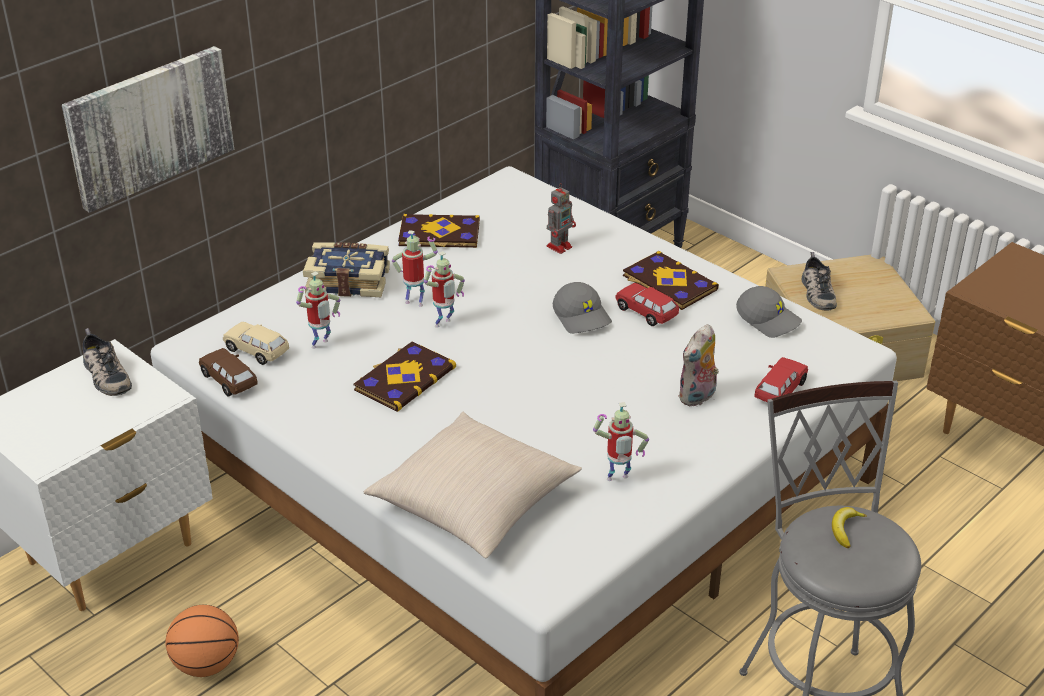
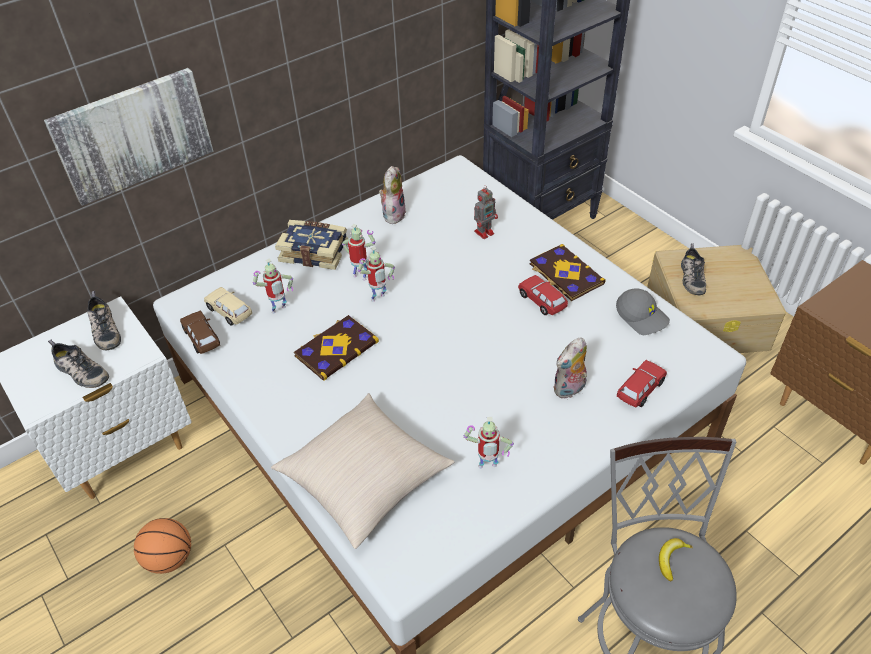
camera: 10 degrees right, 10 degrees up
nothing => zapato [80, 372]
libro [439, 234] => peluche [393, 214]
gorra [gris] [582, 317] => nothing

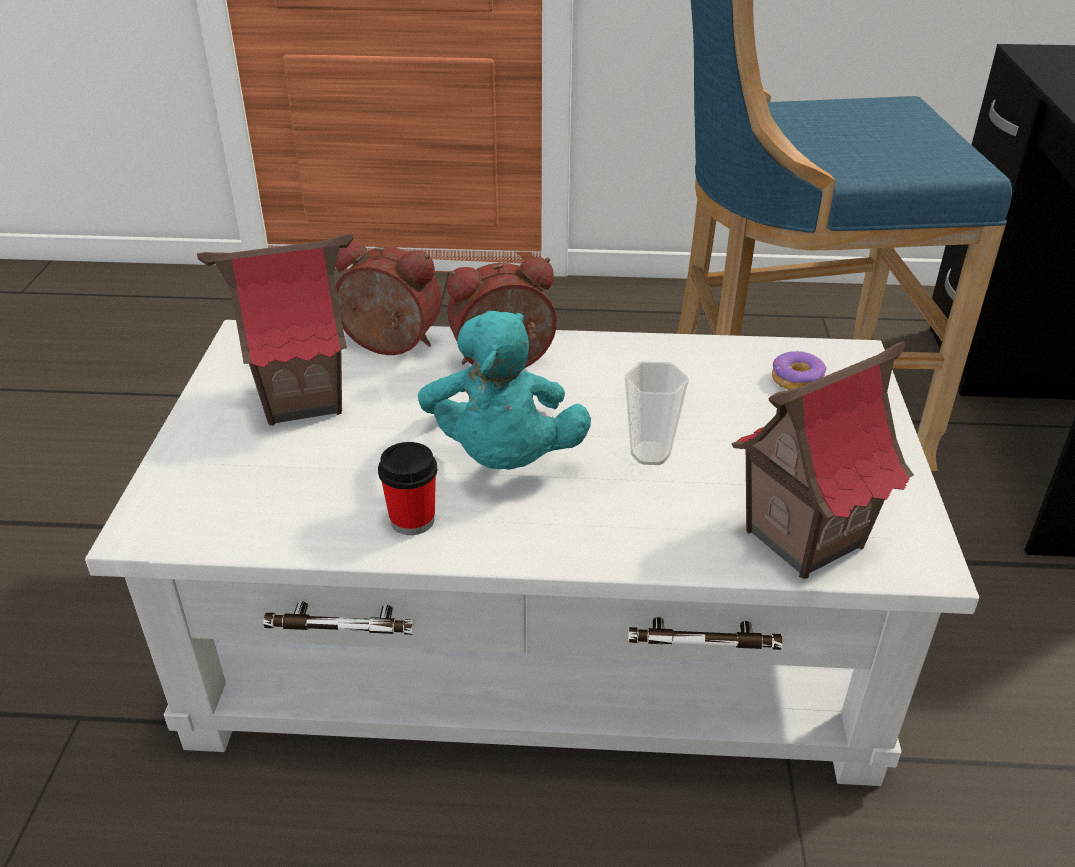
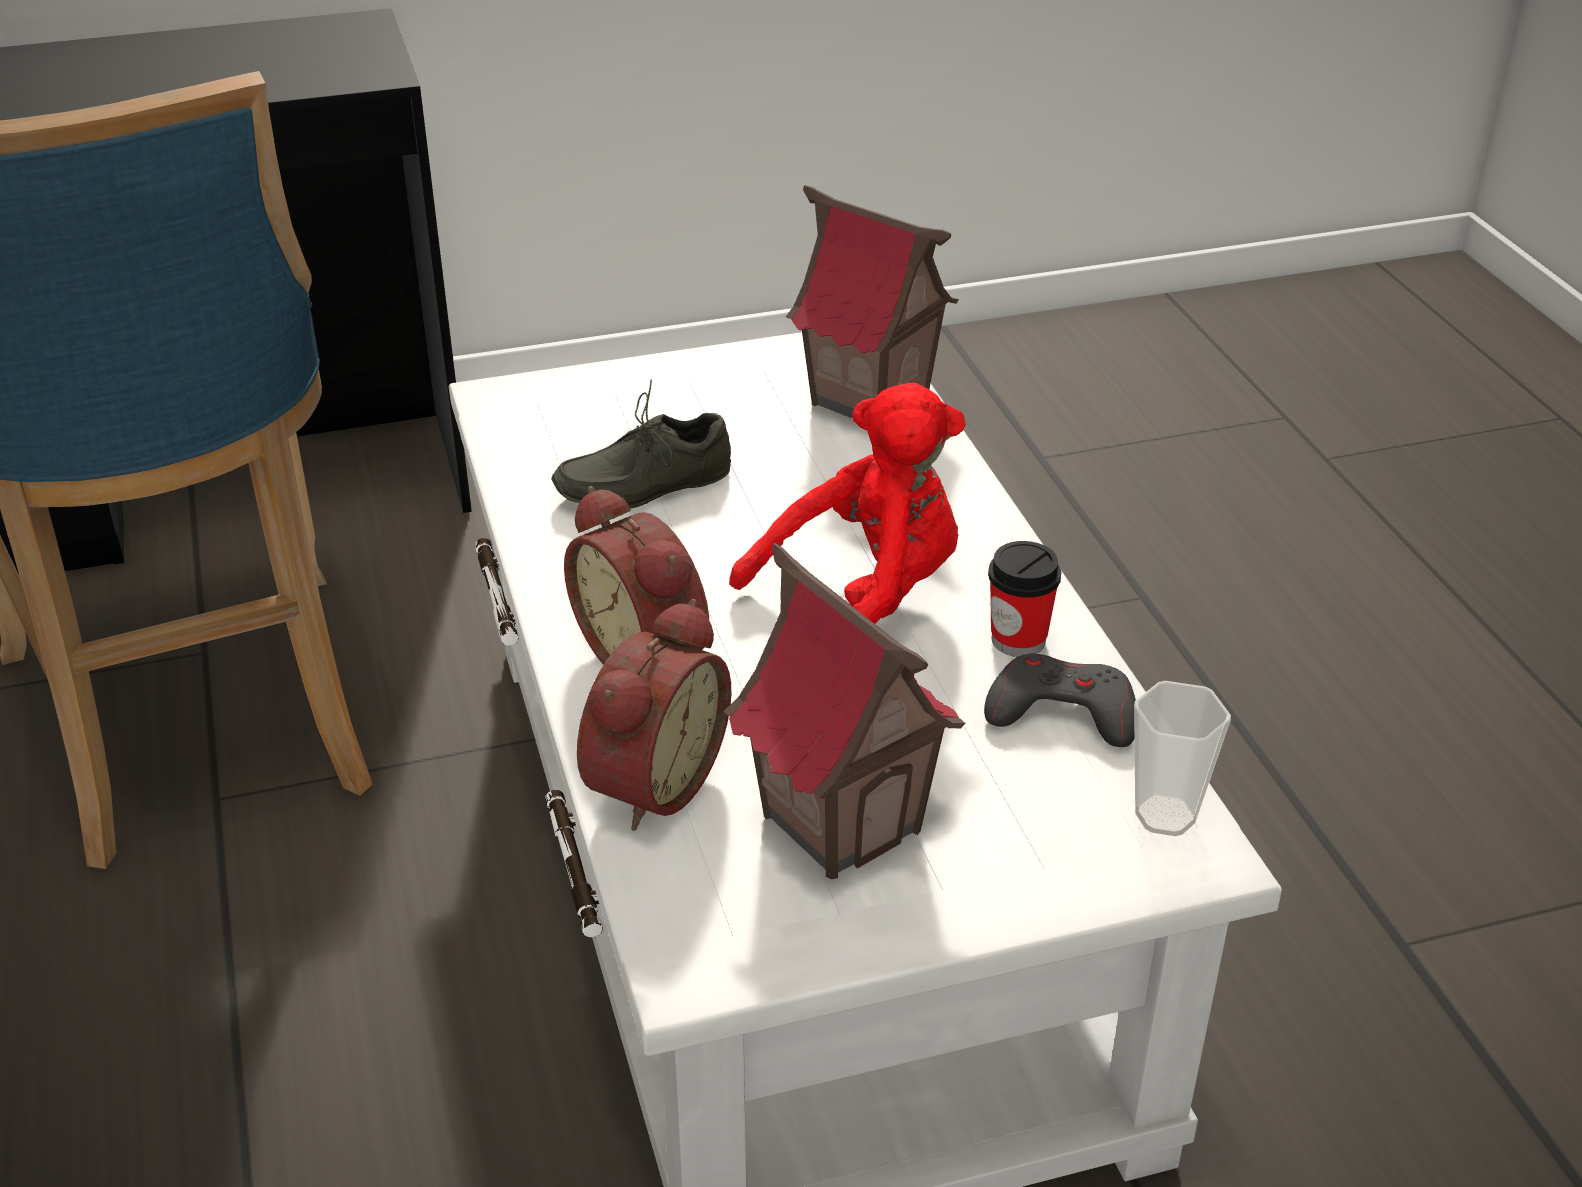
camera: 110 degrees left, 0 degrees up
nothing => zapato [gris] [641, 482]
despertador [389, 346] => despertador [649, 782], 150 degrees counterclockwise
peluche [turquesa] [503, 458] => peluche [rojo] [862, 603]
nothing => mando de consola [gris] [1062, 711]
taza [650, 454] => taza [1165, 816], shifted
rosquilla [797, 380] => nothing

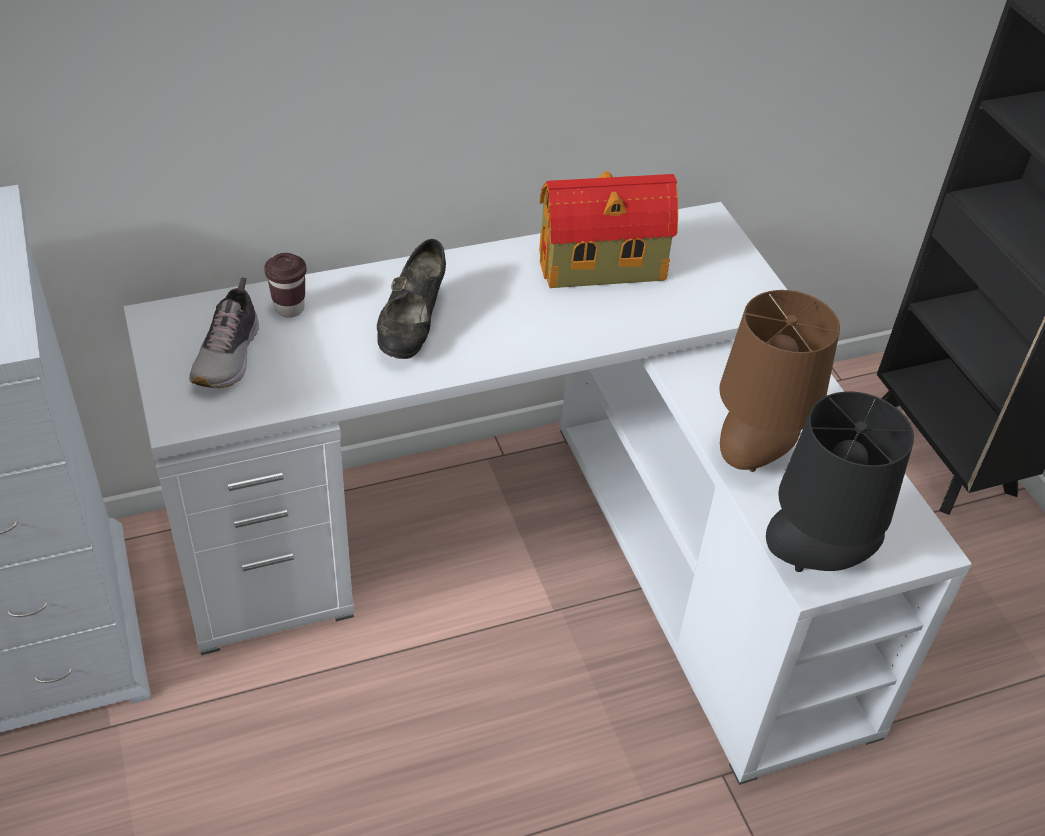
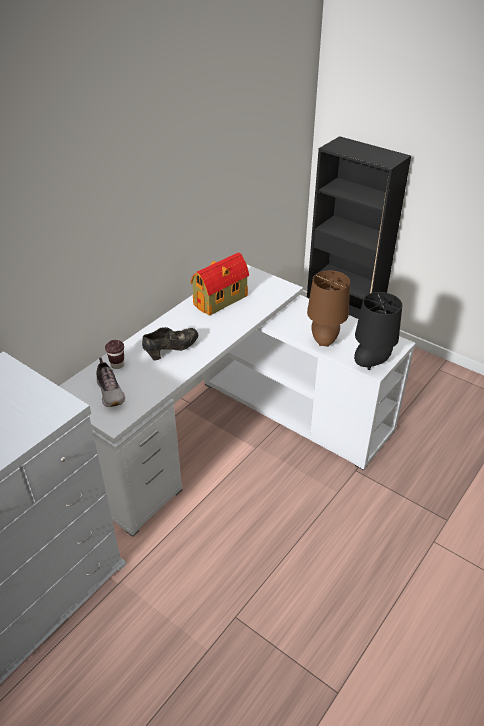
camera: 30 degrees left, 5 degrees down
zapato [negro] [412, 326] => zapato [negro] [172, 350], 105 degrees counterclockwise

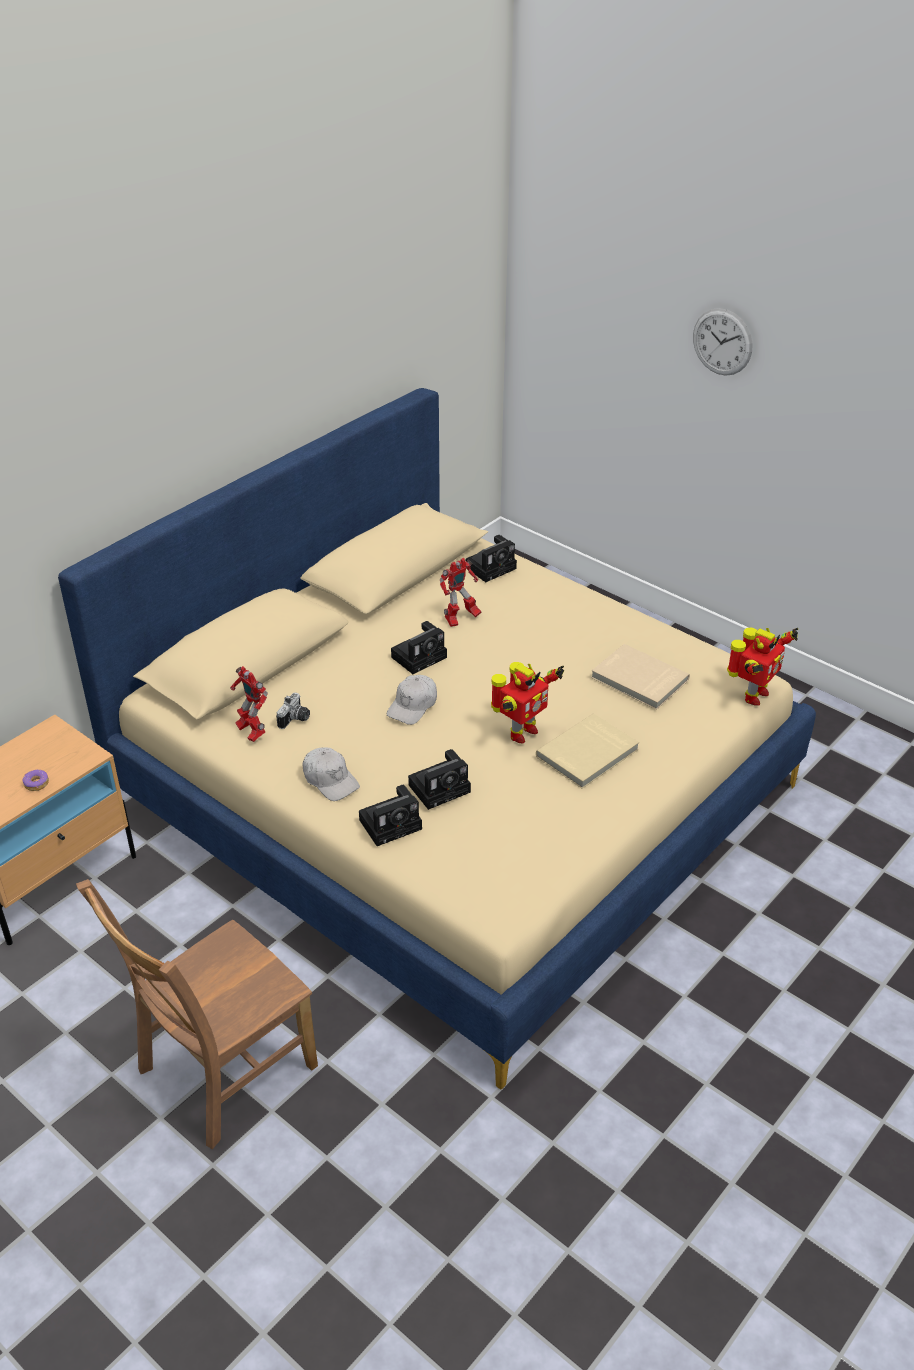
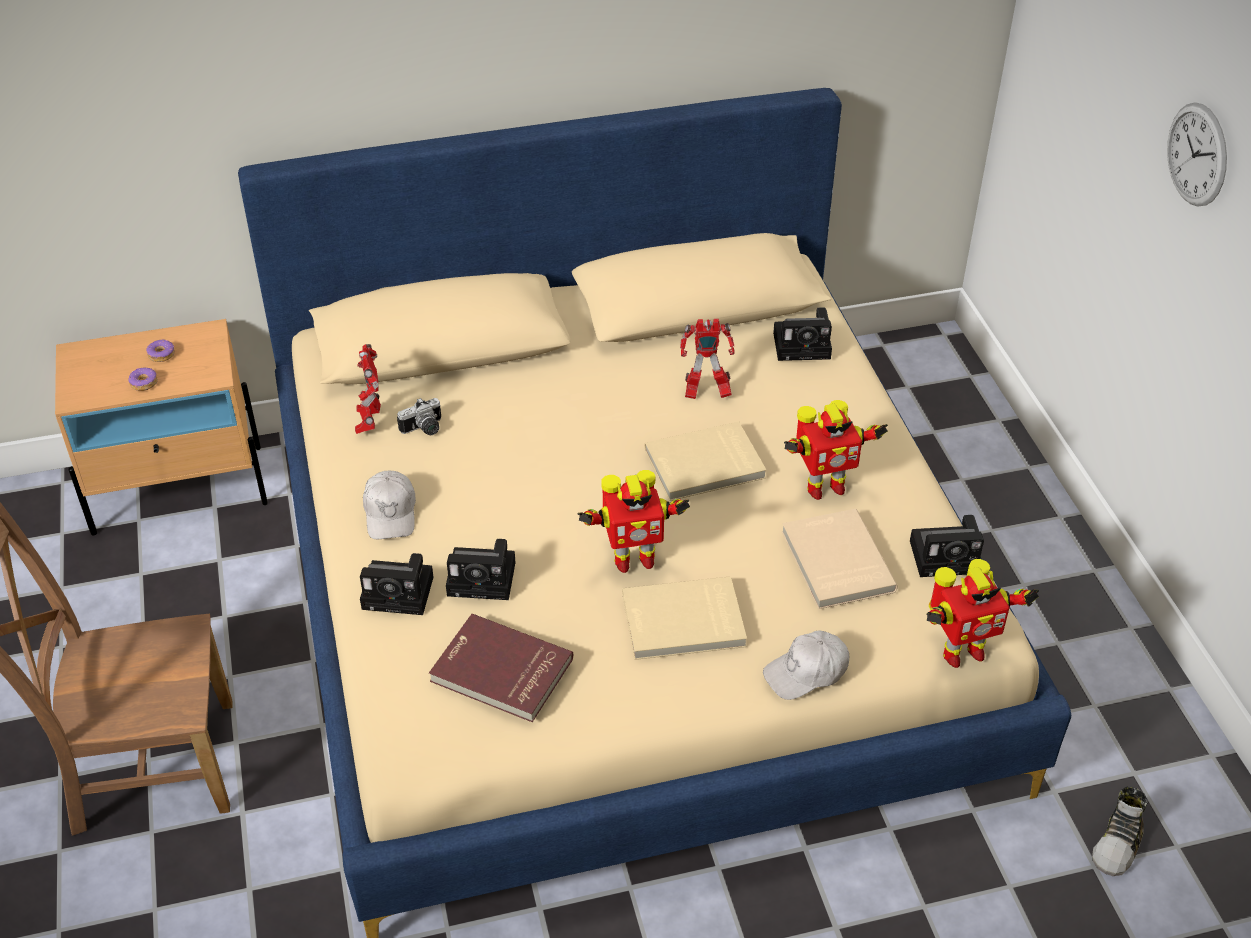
camera: 35 degrees right, 5 degrees up
nothing => rosquilla [161, 354]
nothing => libro [rojo] [500, 672]
nothing => libro [beis] [705, 466]
gorra [blanco] [413, 706] => gorra [blanco] [806, 672], shifted
nothing => robot de juguete [823, 487]
cámara [420, 656] => cámara [947, 556], shifted
nothing => zapato [1118, 844]

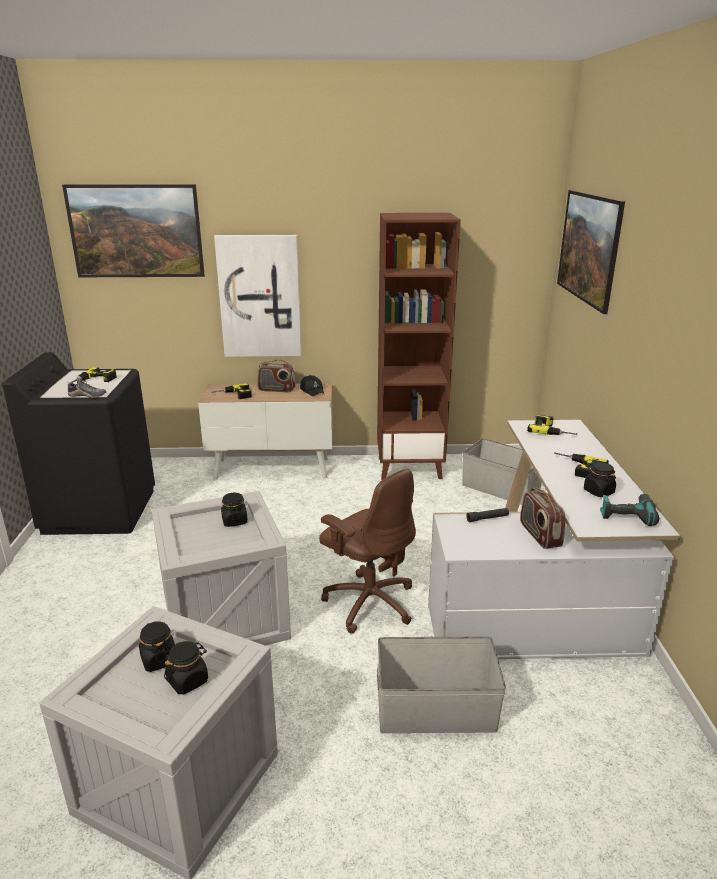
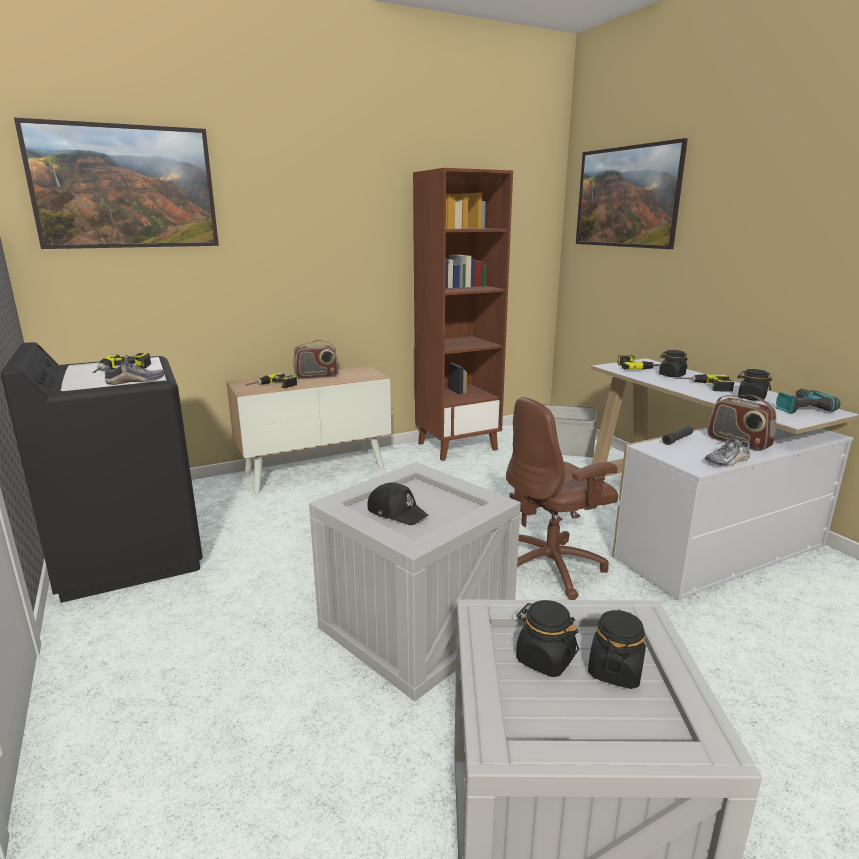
camera: 25 degrees left, 5 degrees down
gorra [negro] [312, 390] => gorra [negro] [397, 512], shifted
silla de oficina [marrón] [369, 602] => silla de oficina [marrón] [552, 568], 135 degrees clockwise
tarro [negro] [234, 521] => tarro [negro] [671, 375], shifted
nothing => zapato [727, 461]
cuadro [260, 297] => nothing
caja de almacenaje [gris] [436, 711] => nothing

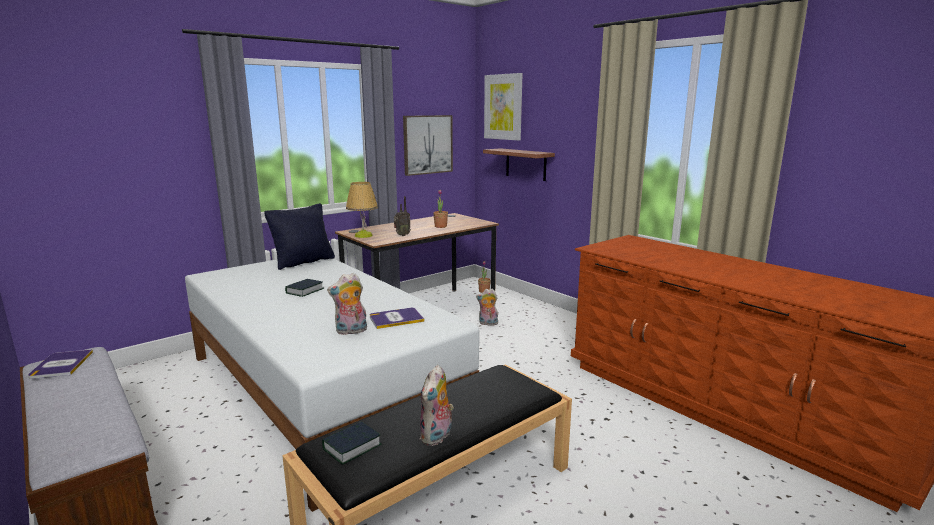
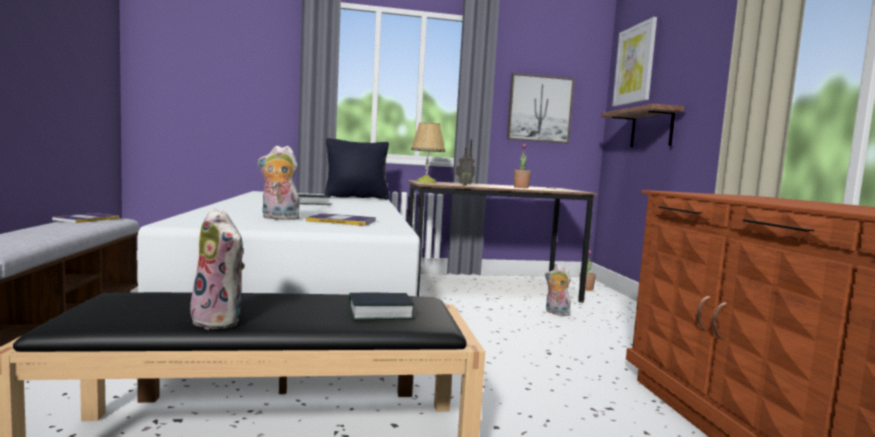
camera: 30 degrees right, 10 degrees down
peluche [437, 437] => peluche [221, 321], 105 degrees counterclockwise
libro [352, 447] => libro [380, 313], shifted

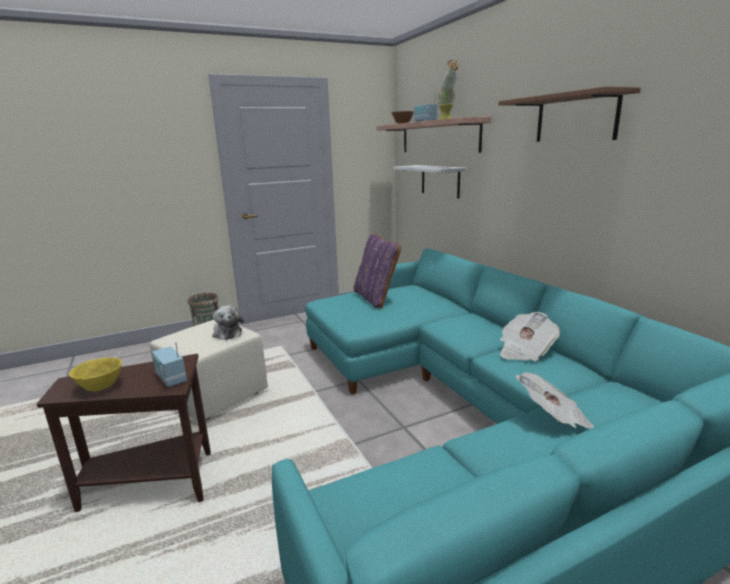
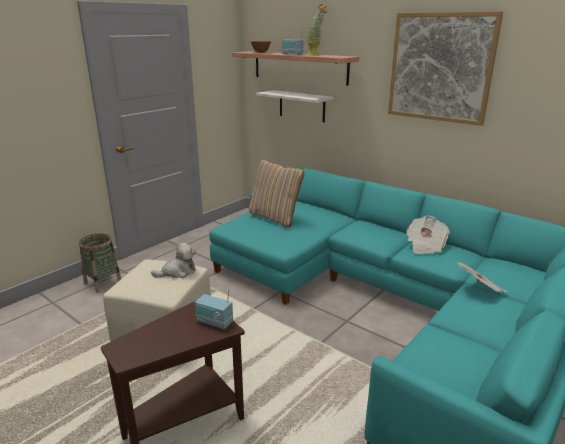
camera: 25 degrees left, 5 degrees up
peluche [227, 333] => peluche [178, 272], 60 degrees counterclockwise
cojín [morado] [376, 298] => cojín [beis] [275, 217]
estante [marrón] [576, 118] => cuadro [440, 67]
cuenco [amarillo] [101, 387] => nothing

